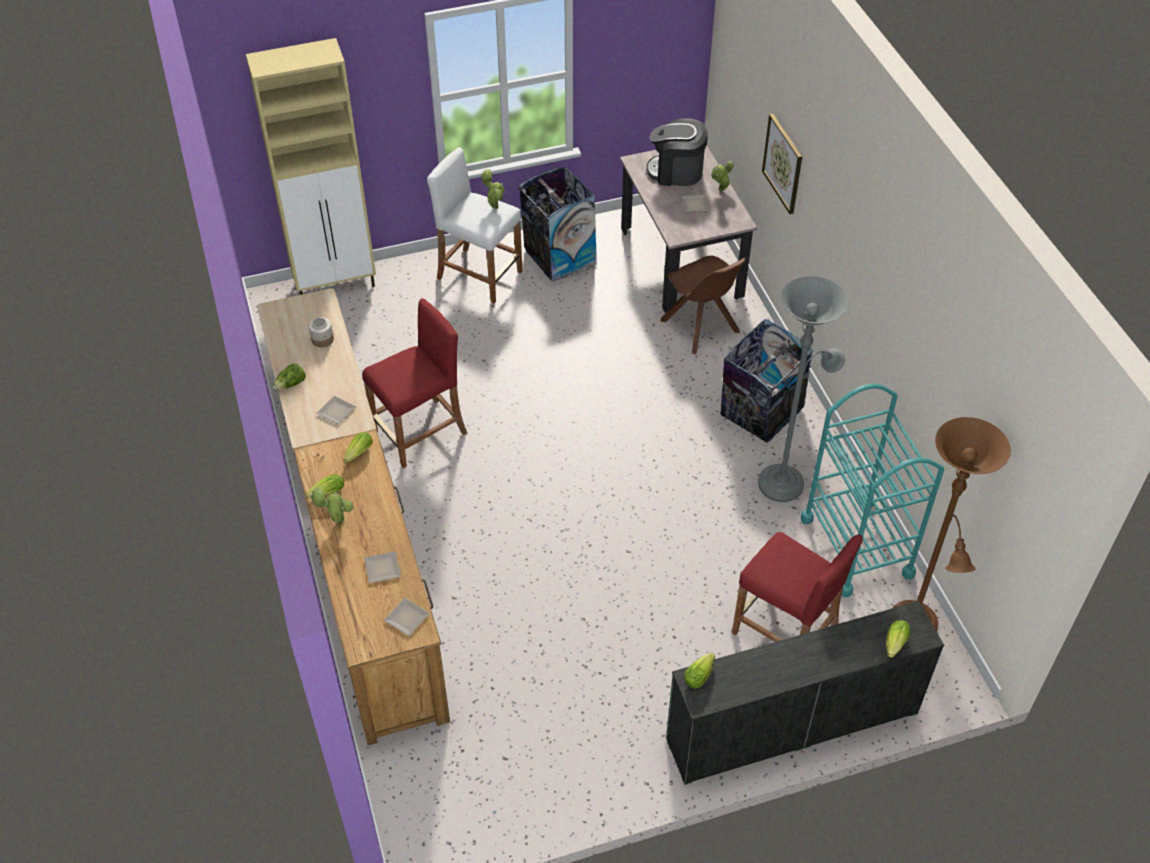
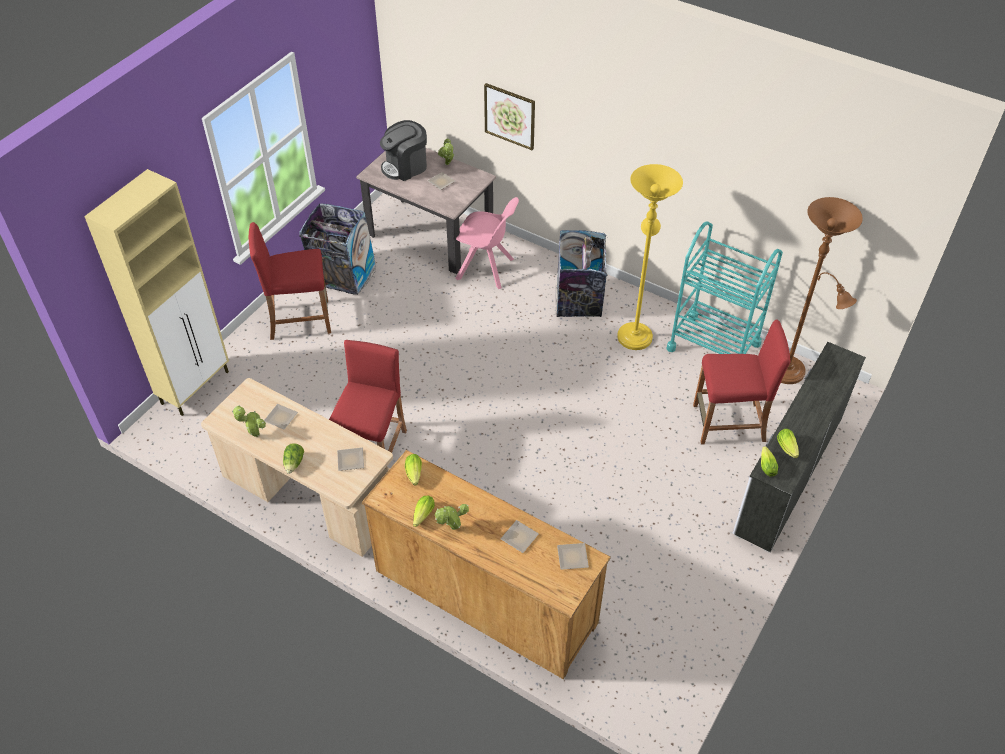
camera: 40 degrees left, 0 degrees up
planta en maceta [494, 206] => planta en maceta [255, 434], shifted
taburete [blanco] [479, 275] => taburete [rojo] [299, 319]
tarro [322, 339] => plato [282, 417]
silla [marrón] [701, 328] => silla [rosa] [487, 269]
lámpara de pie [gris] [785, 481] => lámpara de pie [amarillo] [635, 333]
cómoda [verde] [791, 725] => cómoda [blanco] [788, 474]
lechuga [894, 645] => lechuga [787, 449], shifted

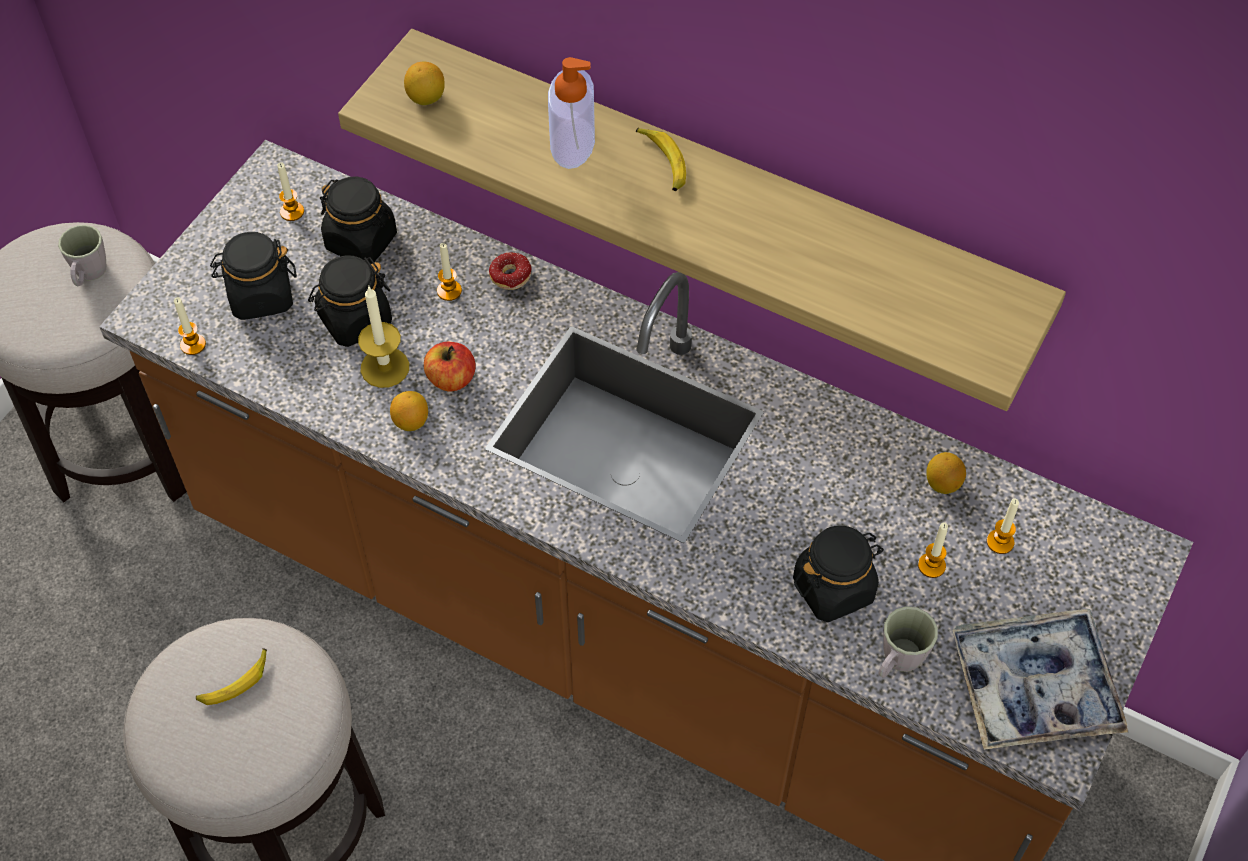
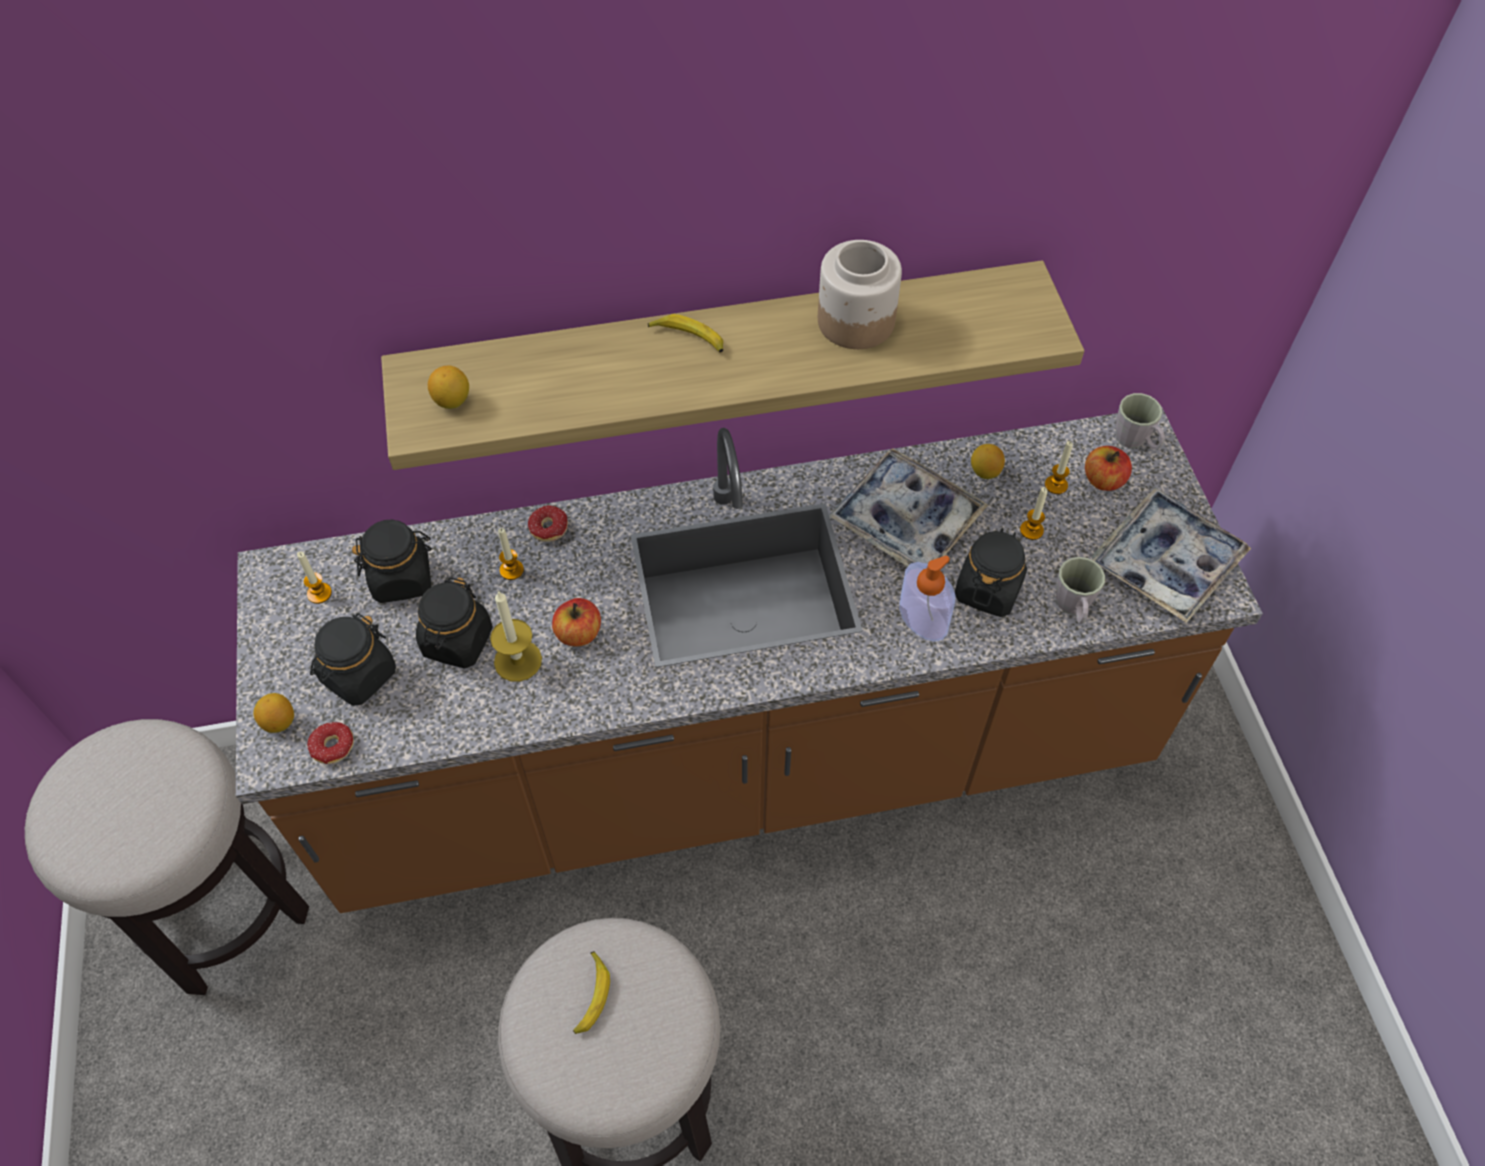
camera: 40 degrees left, 0 degrees up
limón [411, 421] => limón [279, 722], shifted
vela [193, 345] => rosquilla [337, 752]
nothing => tarro [854, 321]
nothing => bandeja [906, 520]
dispensador de jabón [572, 143] => dispensador de jabón [923, 618], shifted
nothing => manzana [1103, 480]
taza grande [gris] [89, 275] => taza grande [gris] [1135, 441], shifted

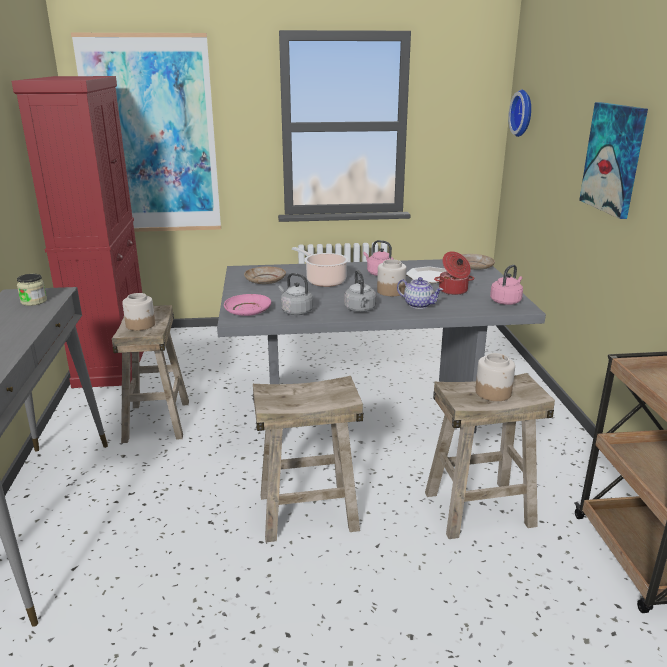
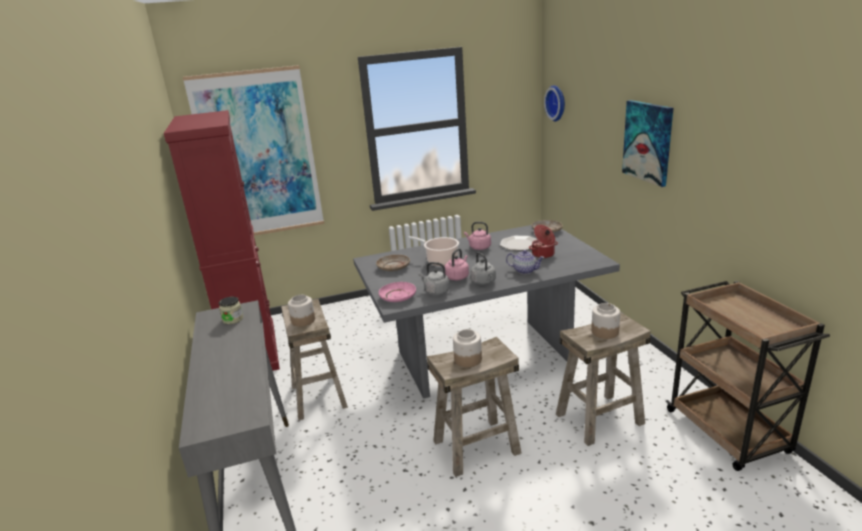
camera: 10 degrees left, 0 degrees up
hervidor [rosa] [506, 301] => hervidor [rosa] [457, 277], shifted
tarro [390, 291] => tarro [467, 359], shifted

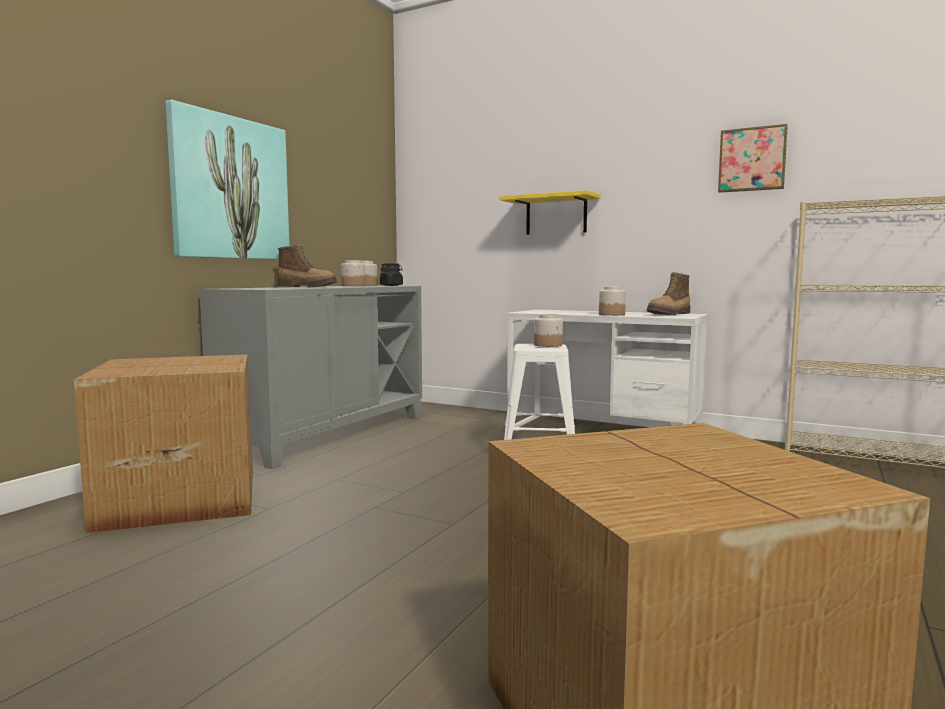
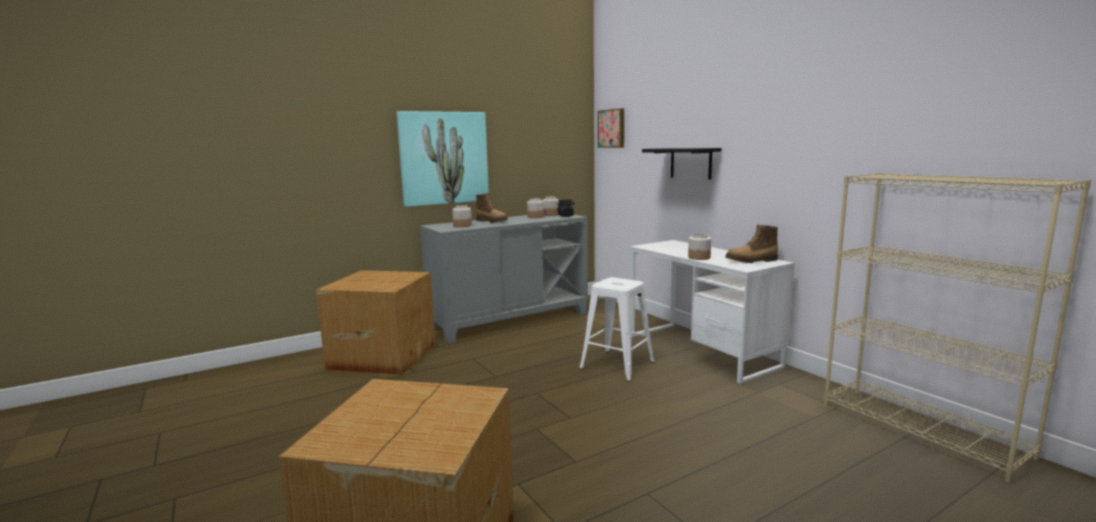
camera: 30 degrees right, 5 degrees up
tarro [548, 345] => tarro [462, 225], shifted
cuadro [752, 159] => cuadro [612, 128], shifted
estante [amarillo] [556, 215] => estante [negro] [691, 163]

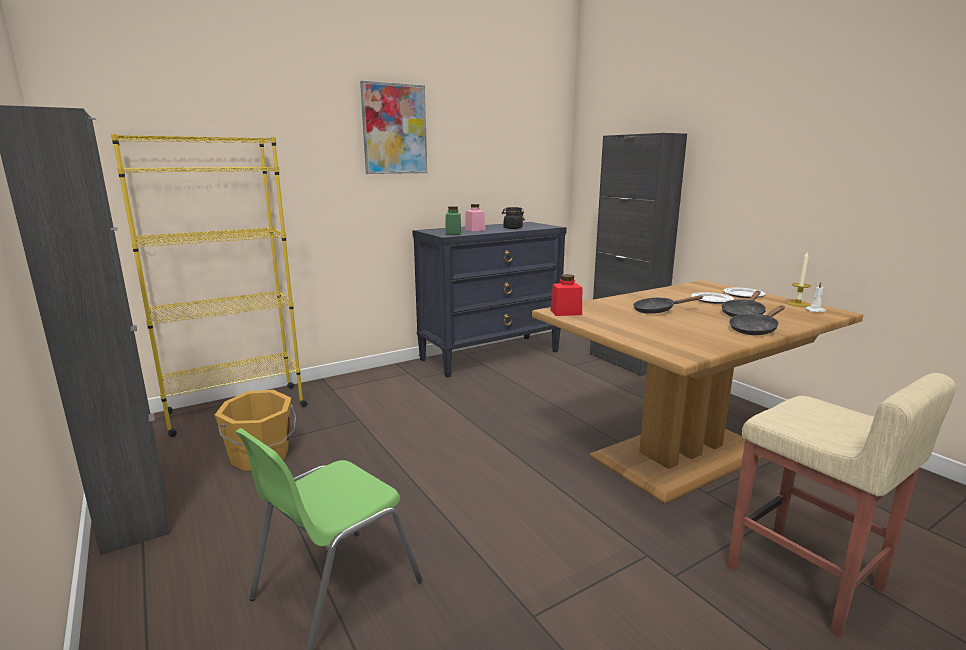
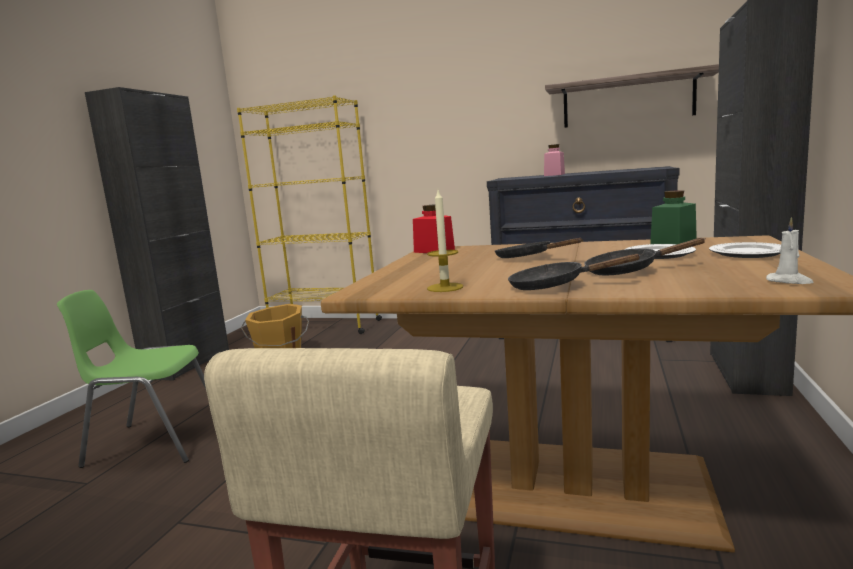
camera: 50 degrees right, 5 degrees down
vela [797, 304] => vela [445, 287], shifted
nothing => estante [627, 101]
tarro [verde] [453, 233] => tarro [verde] [673, 244], shifted
cuadro [394, 129] => nothing
tarro [negro] [512, 228] => nothing

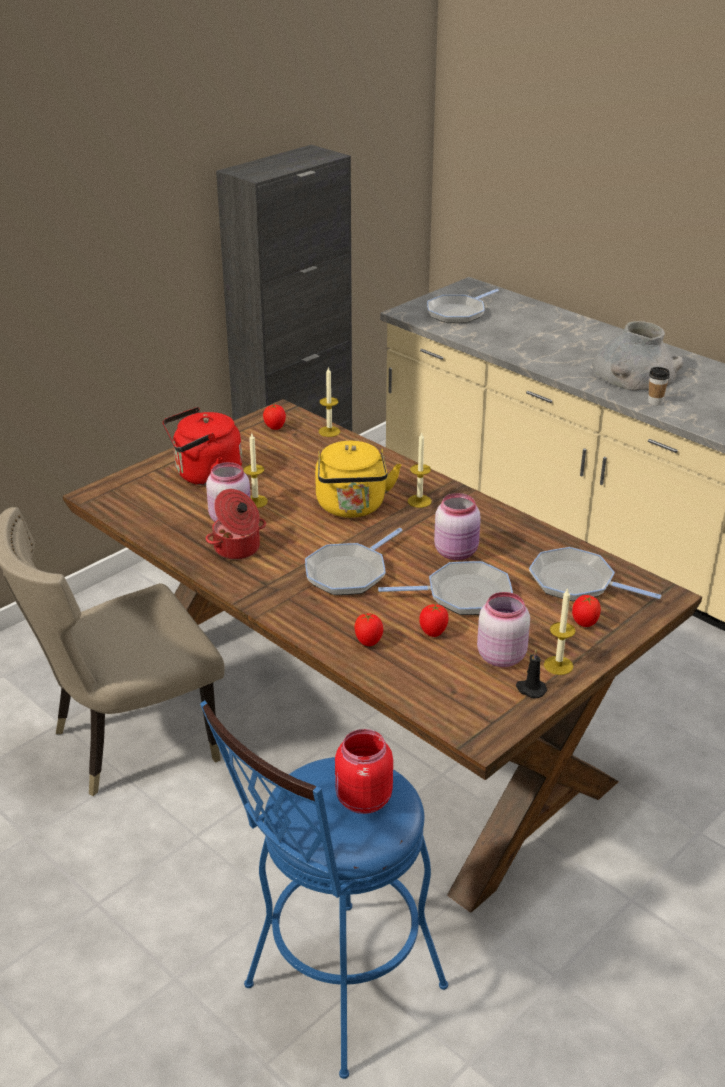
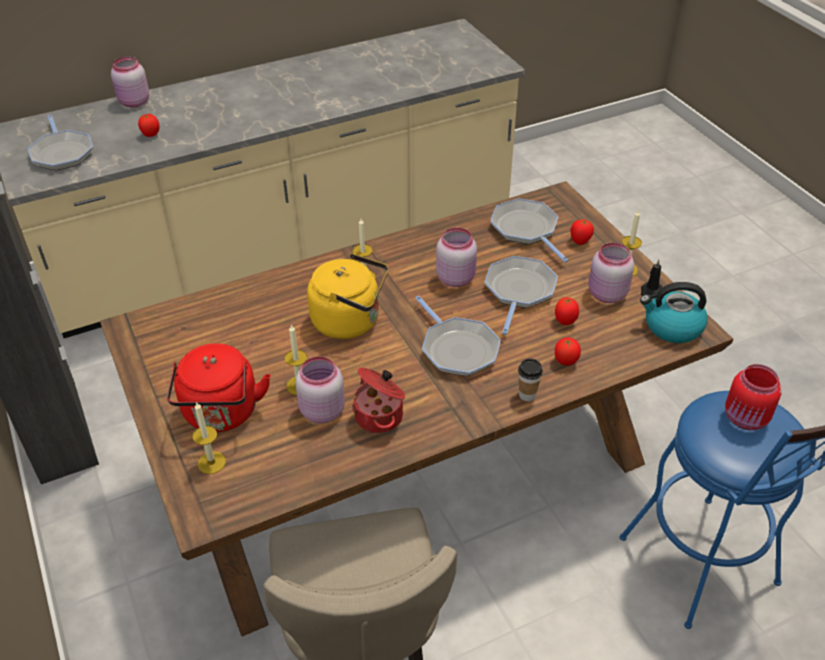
camera: 70 degrees left, 10 degrees up
nothing => tarro [rosa] [134, 102]
tomate [275, 428] => tomate [151, 135], shifted
vela [329, 431] => vela [211, 462], shifted
sartén [576, 582] => sartén [526, 229], 105 degrees clockwise
taza [655, 402] => taza [527, 395], shifted
nothing => hervidor [672, 327]
florero [gris] [635, 372] => nothing

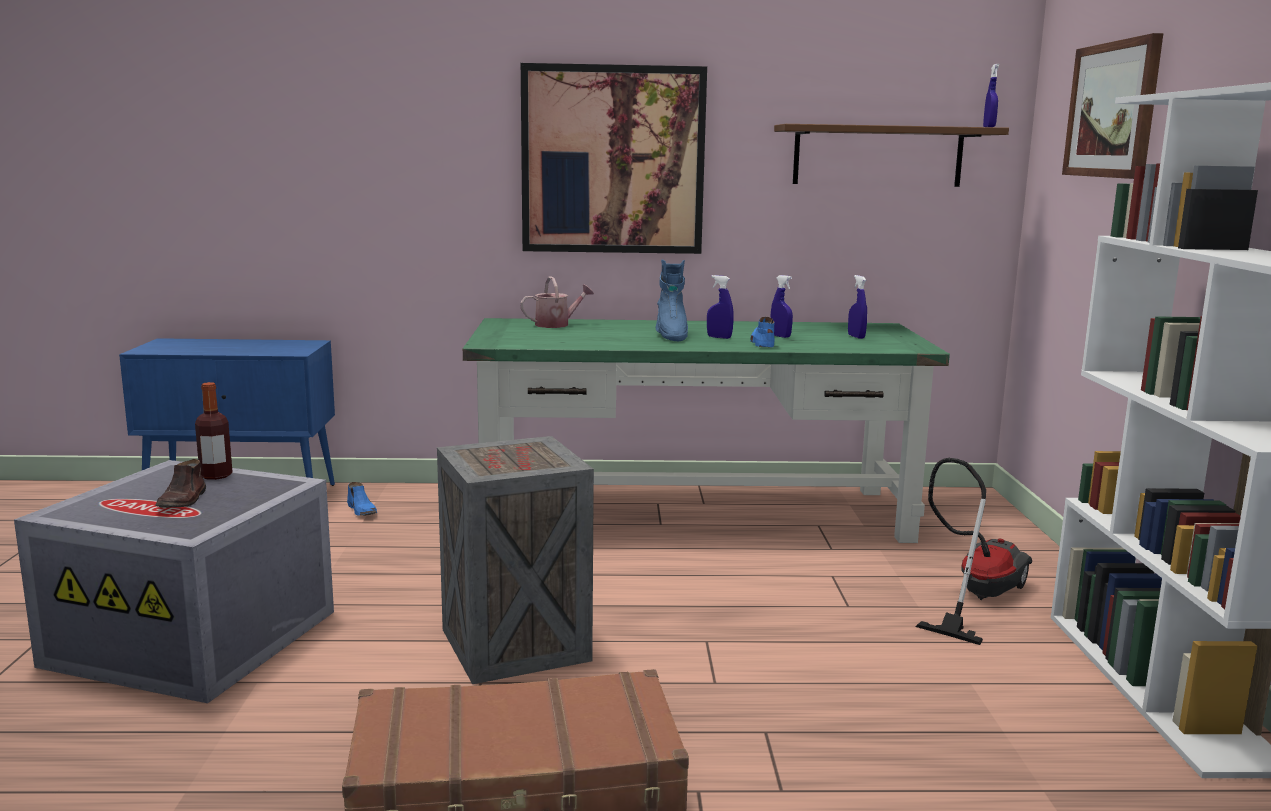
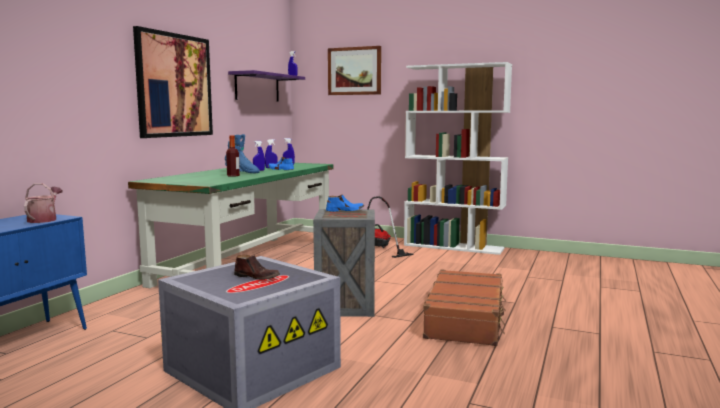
camera: 65 degrees left, 5 degrees down
regadera [557, 324] => regadera [44, 219], shifted
botella [216, 476] => botella [233, 176], shifted
estante [marrón] [878, 156] => estante [morado] [257, 87]
zapato [azul] [362, 511] => zapato [azul] [345, 210], shifted

